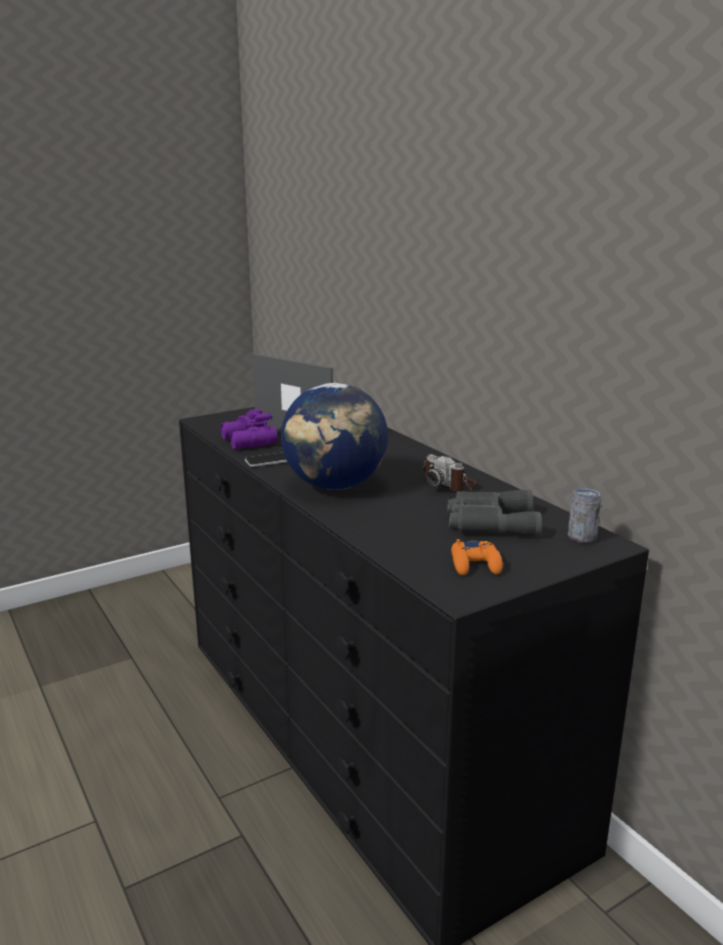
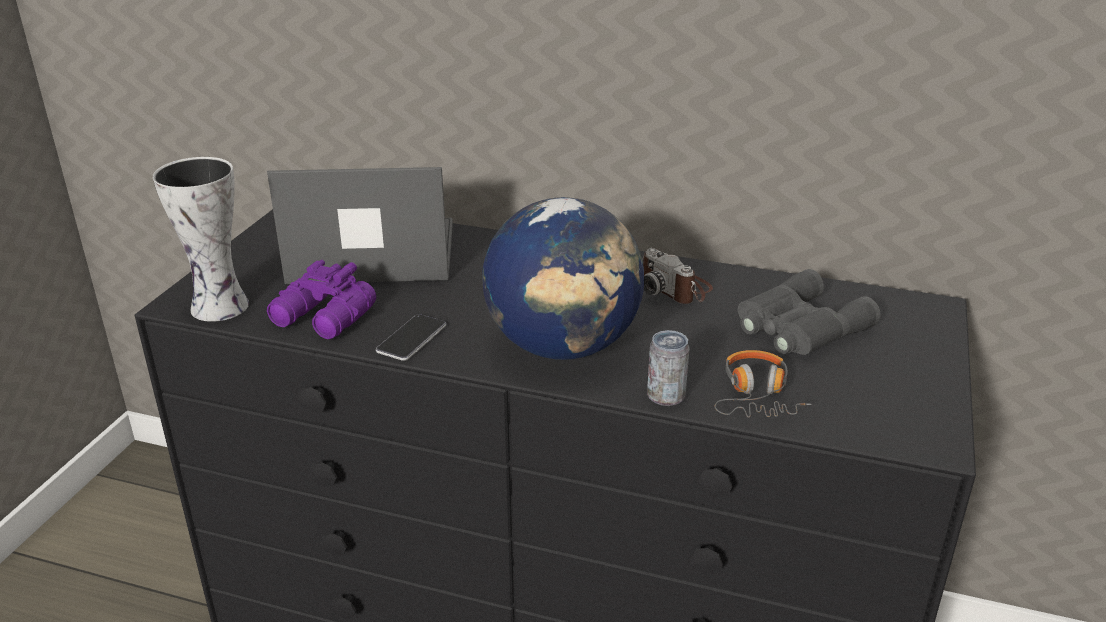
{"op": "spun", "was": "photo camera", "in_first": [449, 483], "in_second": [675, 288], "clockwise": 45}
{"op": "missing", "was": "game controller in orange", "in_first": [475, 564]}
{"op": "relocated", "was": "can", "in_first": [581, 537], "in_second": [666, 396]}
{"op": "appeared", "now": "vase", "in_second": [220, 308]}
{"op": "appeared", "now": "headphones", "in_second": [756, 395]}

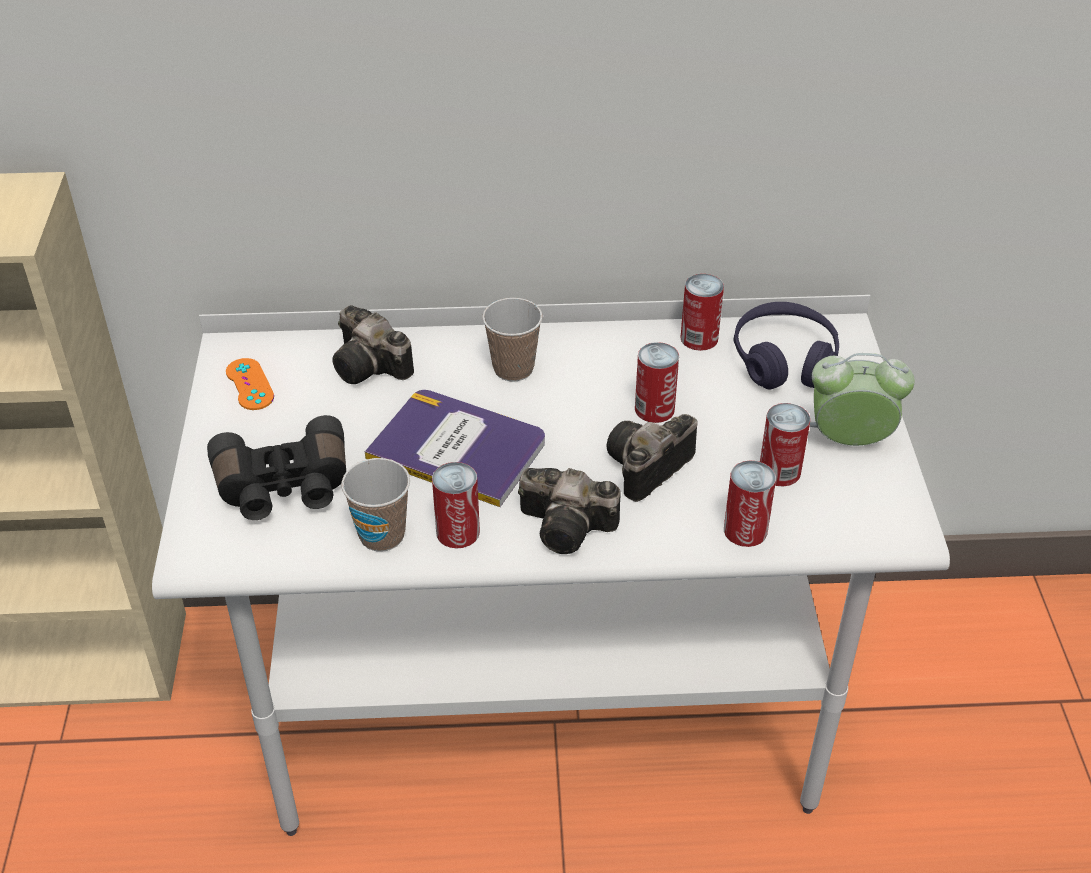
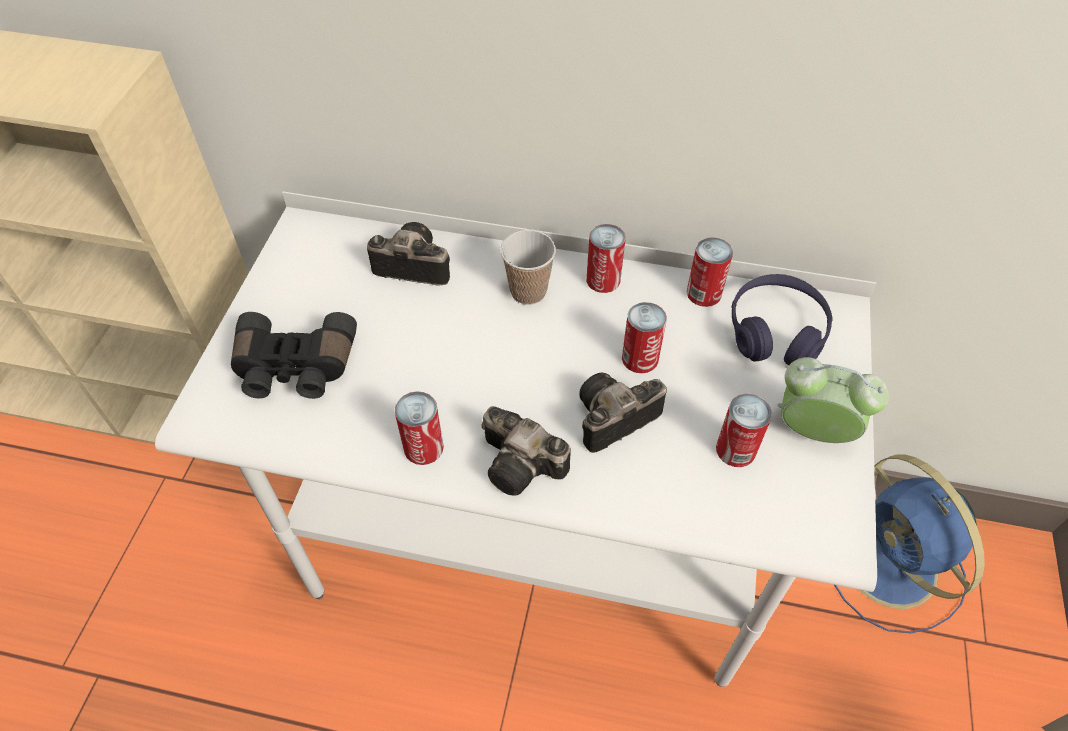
{"op": "missing", "was": "game controller in orange", "in_first": [249, 384]}
{"op": "spun", "was": "photo camera", "in_first": [372, 367], "in_second": [410, 266], "clockwise": 135}
{"op": "missing", "was": "cup", "in_first": [382, 535]}
{"op": "missing", "was": "book", "in_first": [458, 448]}
{"op": "relocated", "was": "can", "in_first": [745, 530], "in_second": [603, 280]}
{"op": "appeared", "now": "fan in blue", "in_second": [892, 568]}

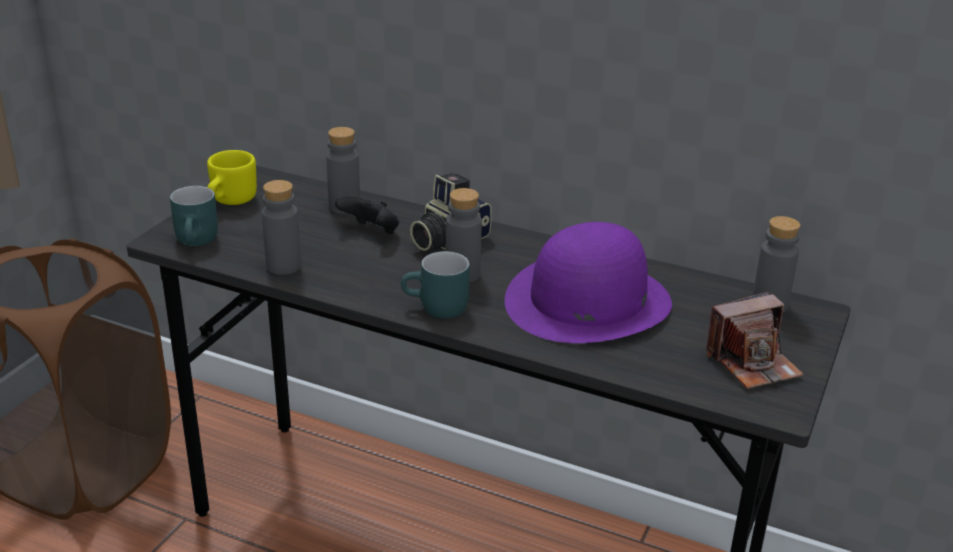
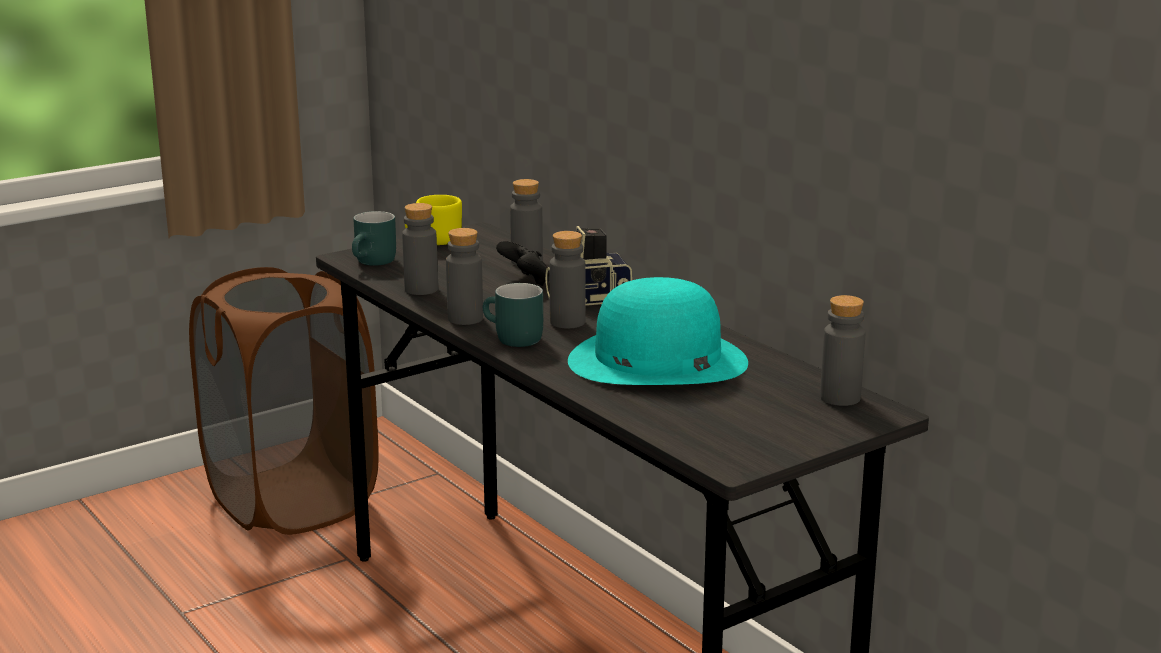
{"op": "colour", "was": "hat in purple", "now": "hat in turquoise", "in_first": [587, 301], "in_second": [657, 361]}
{"op": "missing", "was": "photo camera", "in_first": [753, 363]}
{"op": "appeared", "now": "bottle in grey", "in_second": [465, 319]}

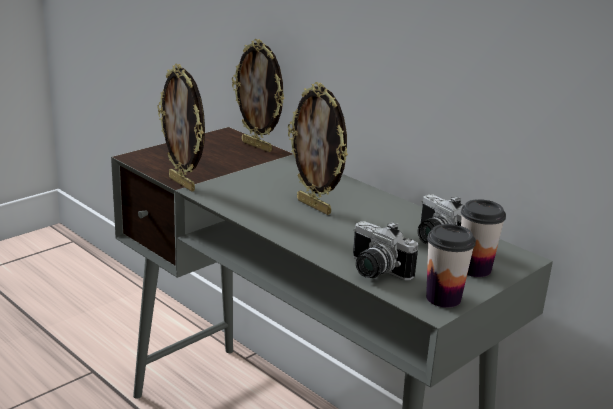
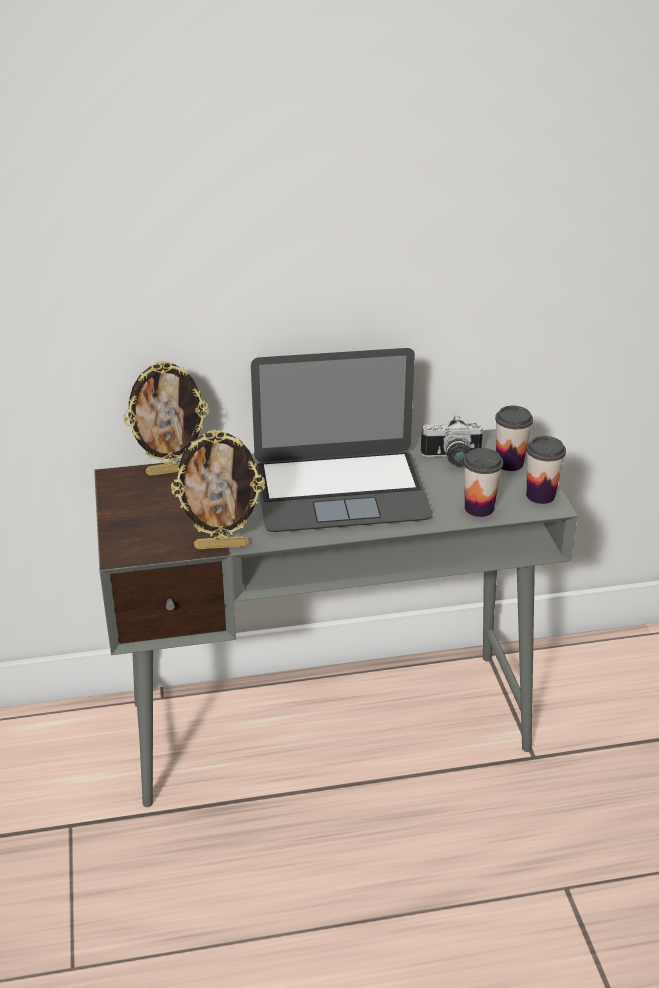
{"op": "exchanged", "was": "picture frame", "now": "laptop", "in_first": [315, 206], "in_second": [341, 490]}
{"op": "exchanged", "was": "photo camera", "now": "cup", "in_first": [374, 271], "in_second": [479, 508]}

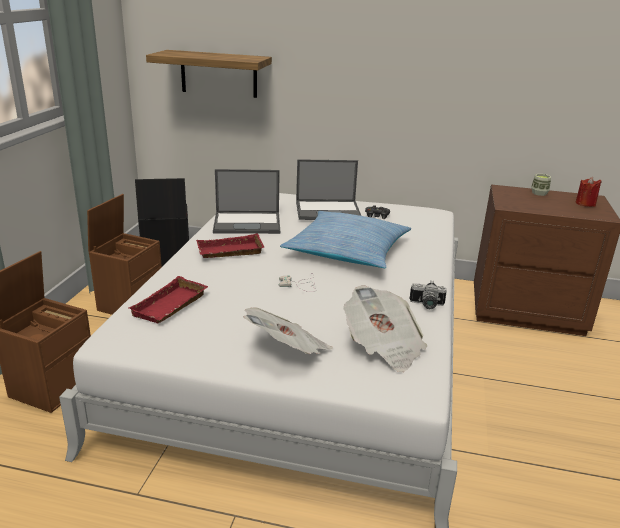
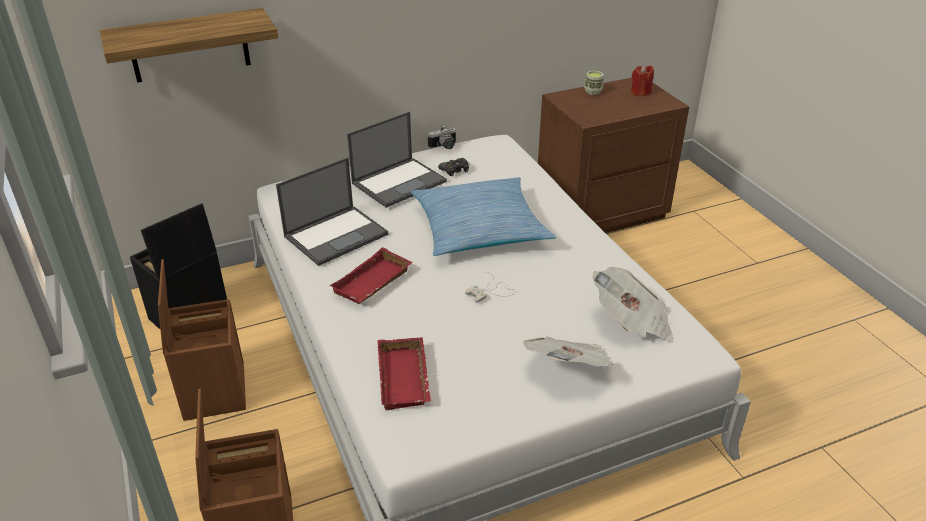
{"op": "relocated", "was": "photo camera", "in_first": [426, 305], "in_second": [444, 147]}

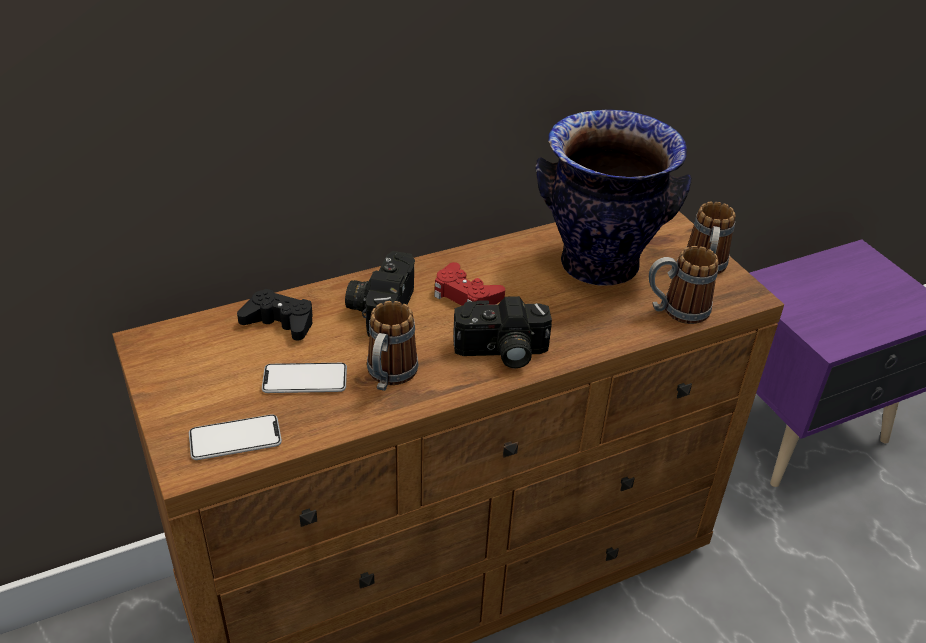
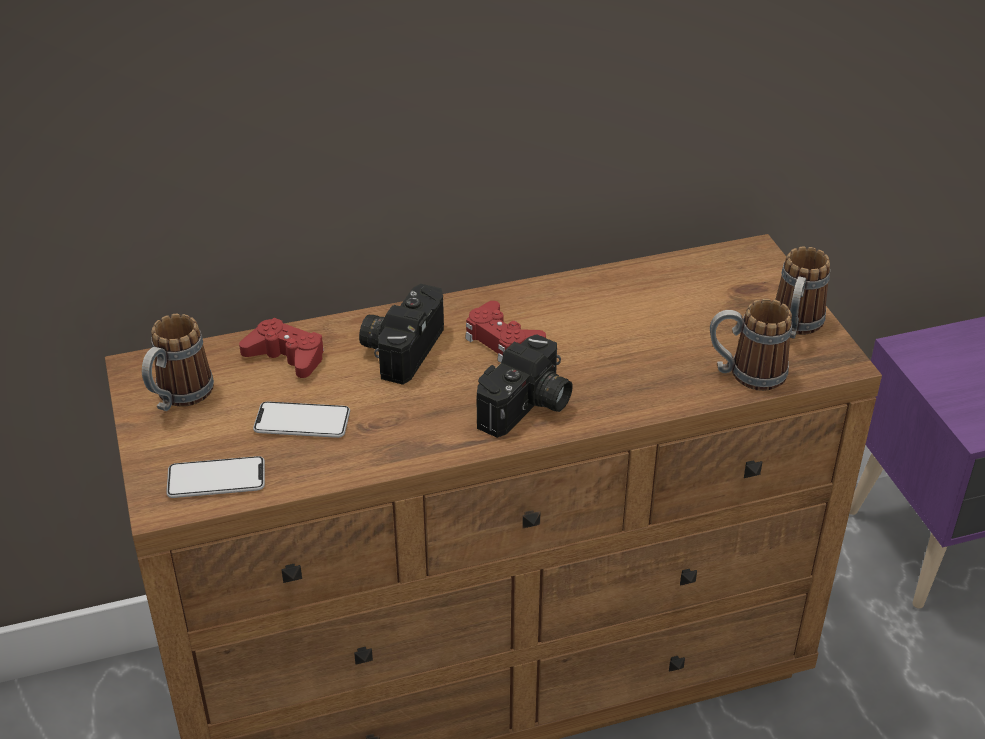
{"op": "colour", "was": "game controller in black", "now": "game controller in red", "in_first": [279, 322], "in_second": [286, 356]}
{"op": "relocated", "was": "mug", "in_first": [388, 377], "in_second": [178, 398]}
{"op": "spun", "was": "photo camera", "in_first": [501, 352], "in_second": [527, 408], "clockwise": -60}
{"op": "missing", "was": "vase", "in_first": [599, 265]}

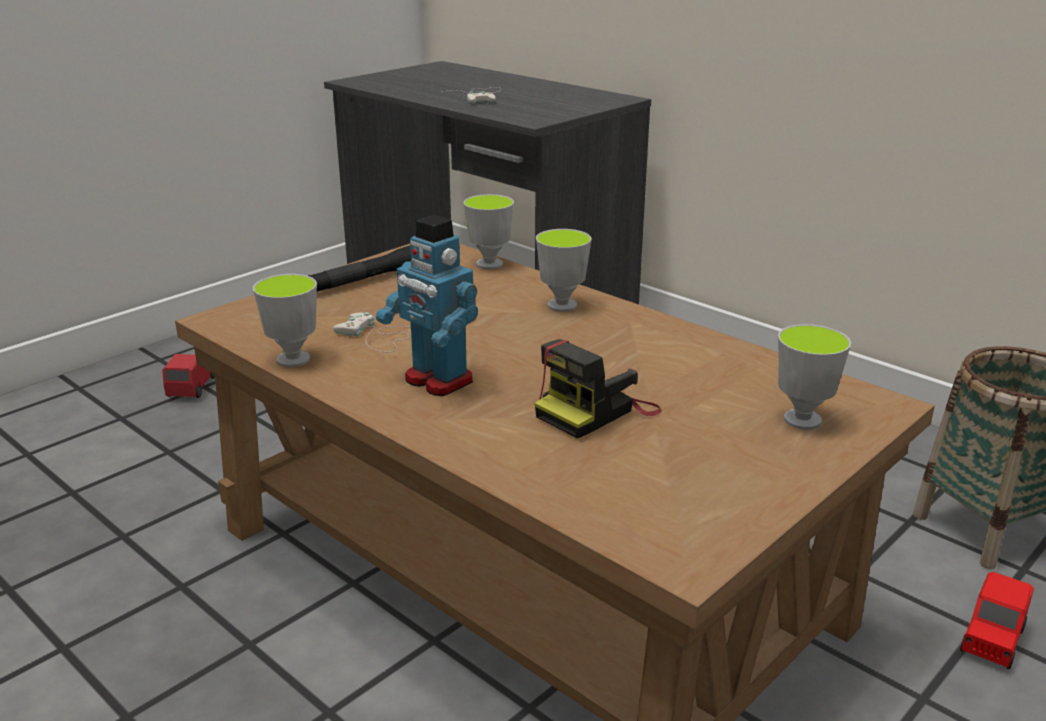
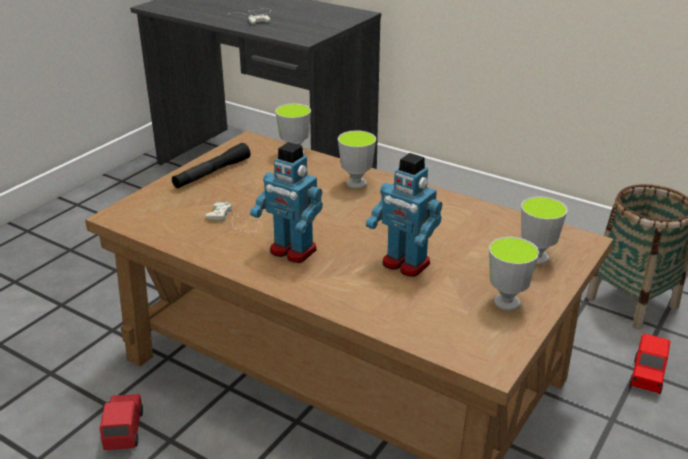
{"op": "relocated", "was": "toy car in red", "in_first": [192, 387], "in_second": [124, 430]}
{"op": "relocated", "was": "cup", "in_first": [293, 359], "in_second": [506, 302]}
{"op": "exchanged", "was": "photo camera", "now": "toy robot", "in_first": [596, 411], "in_second": [405, 264]}

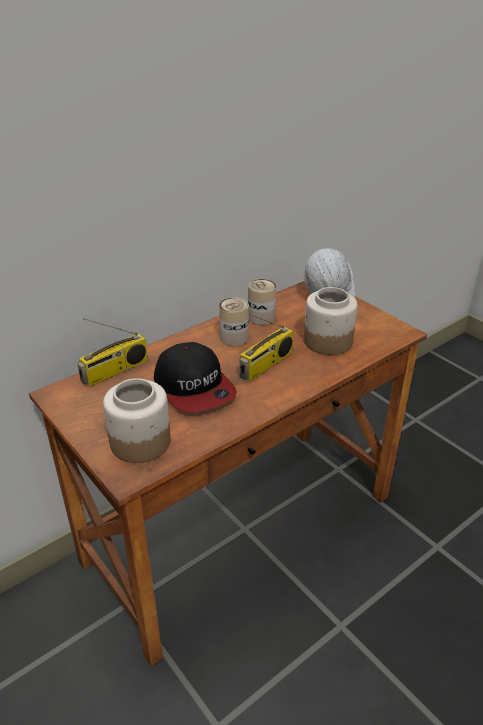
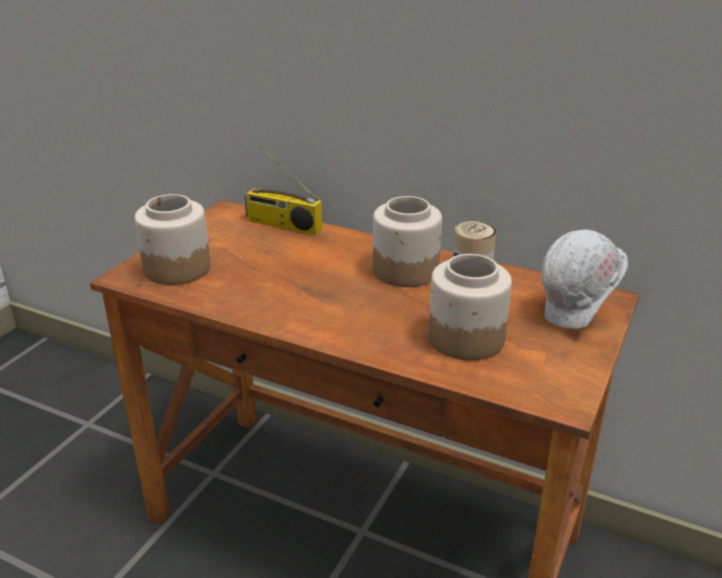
{"op": "missing", "was": "cap", "in_first": [194, 387]}
{"op": "exchanged", "was": "can", "now": "jar", "in_first": [234, 337], "in_second": [406, 271]}
{"op": "missing", "was": "radio", "in_first": [266, 365]}

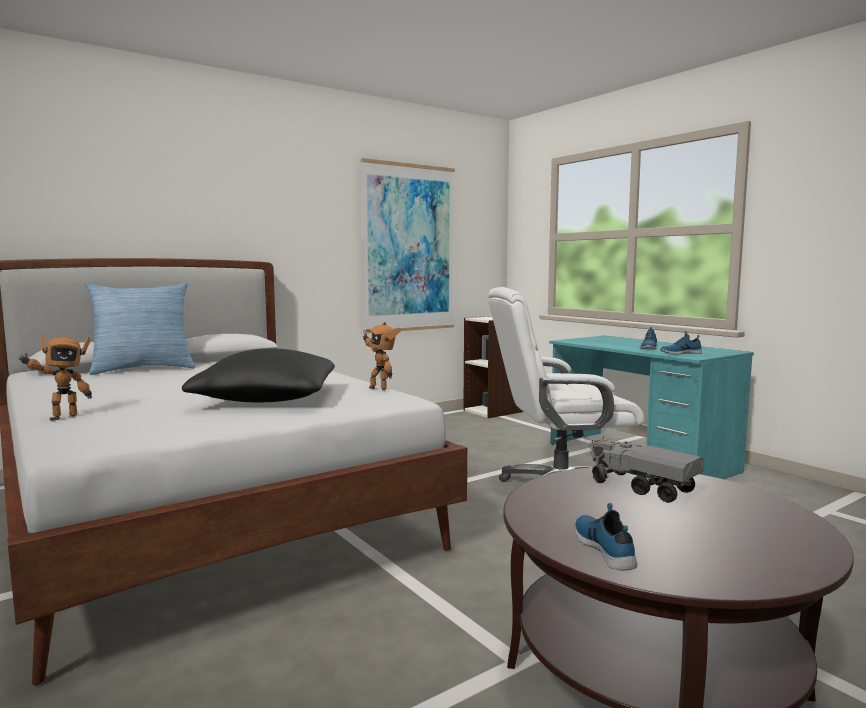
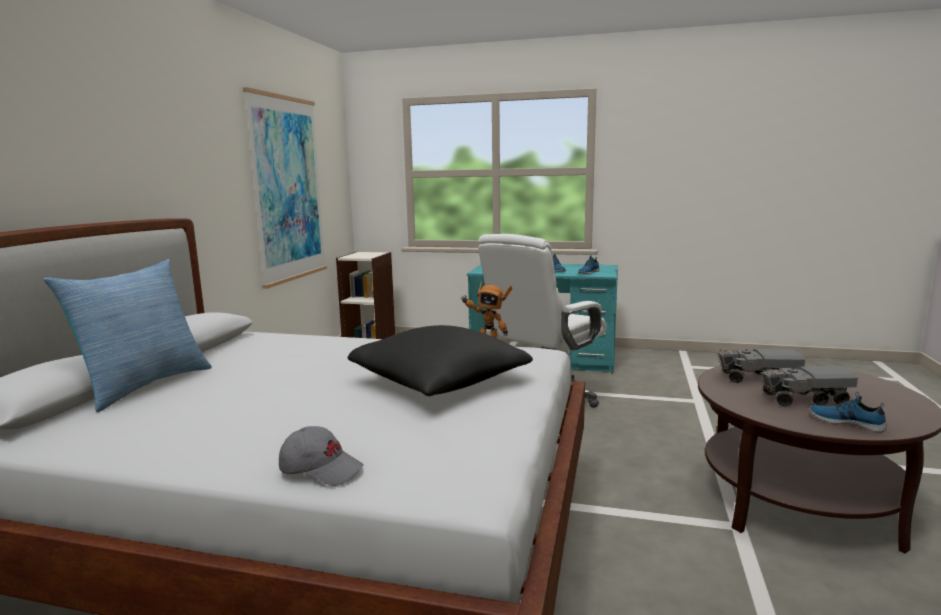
{"op": "exchanged", "was": "toy robot", "now": "cap in grey", "in_first": [61, 417], "in_second": [321, 469]}
{"op": "appeared", "now": "toy truck", "in_second": [804, 399]}

